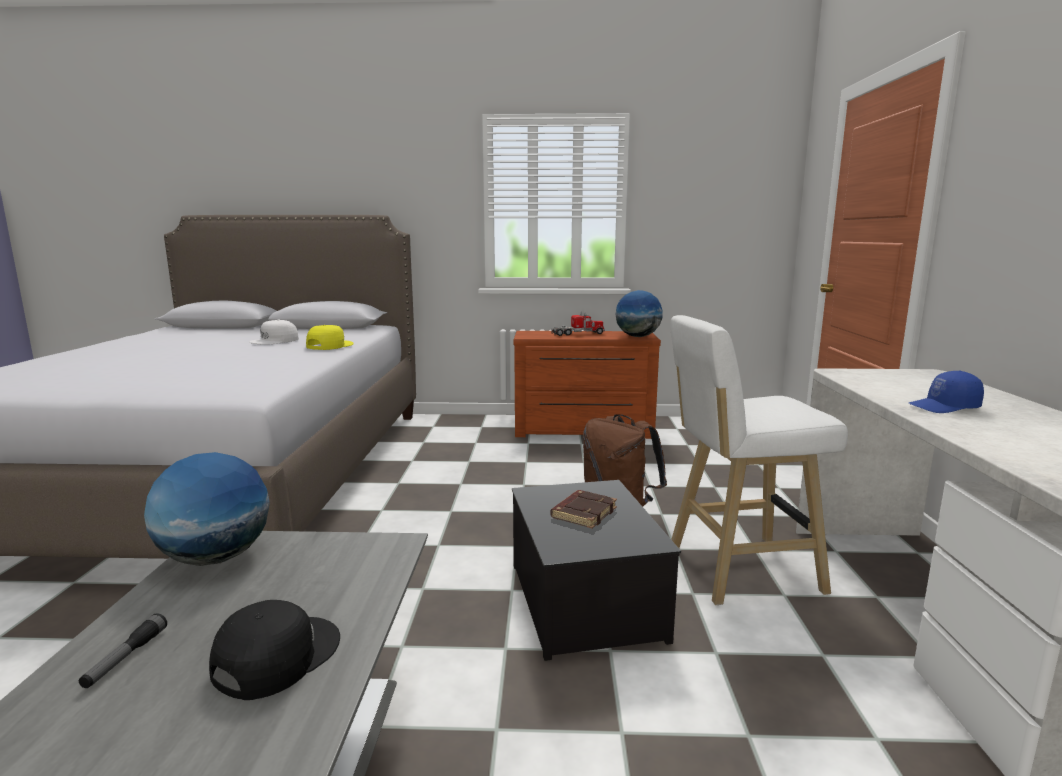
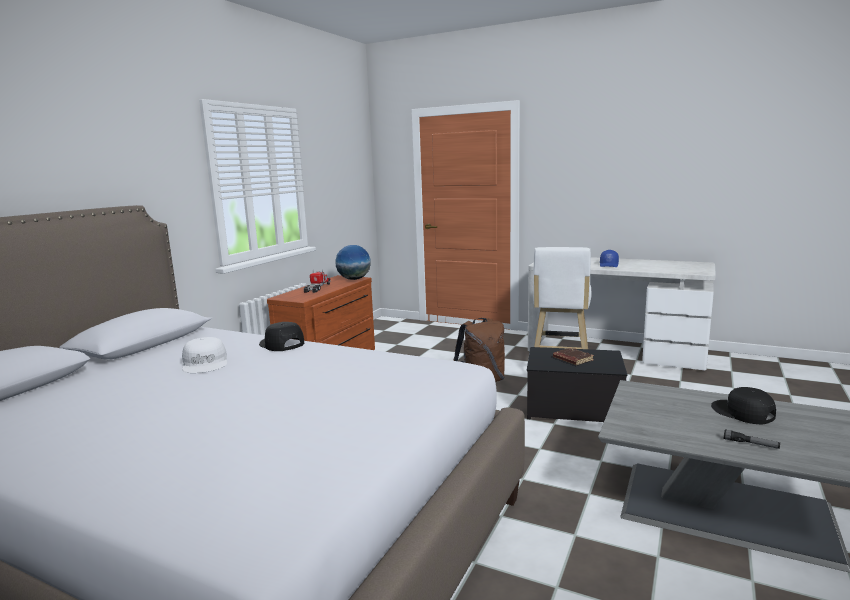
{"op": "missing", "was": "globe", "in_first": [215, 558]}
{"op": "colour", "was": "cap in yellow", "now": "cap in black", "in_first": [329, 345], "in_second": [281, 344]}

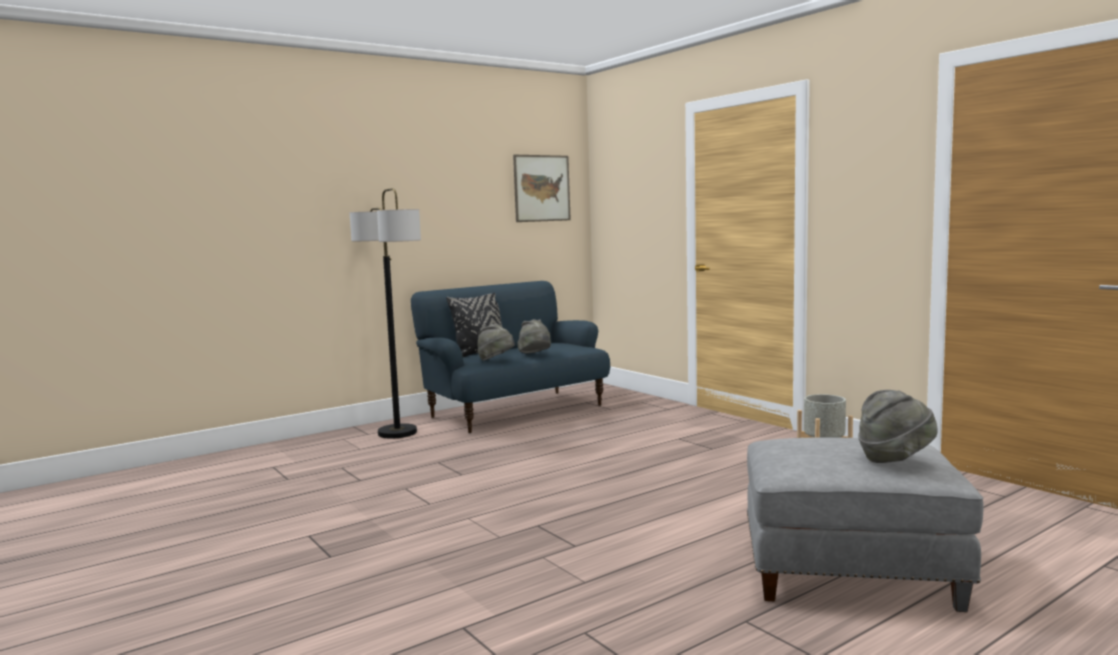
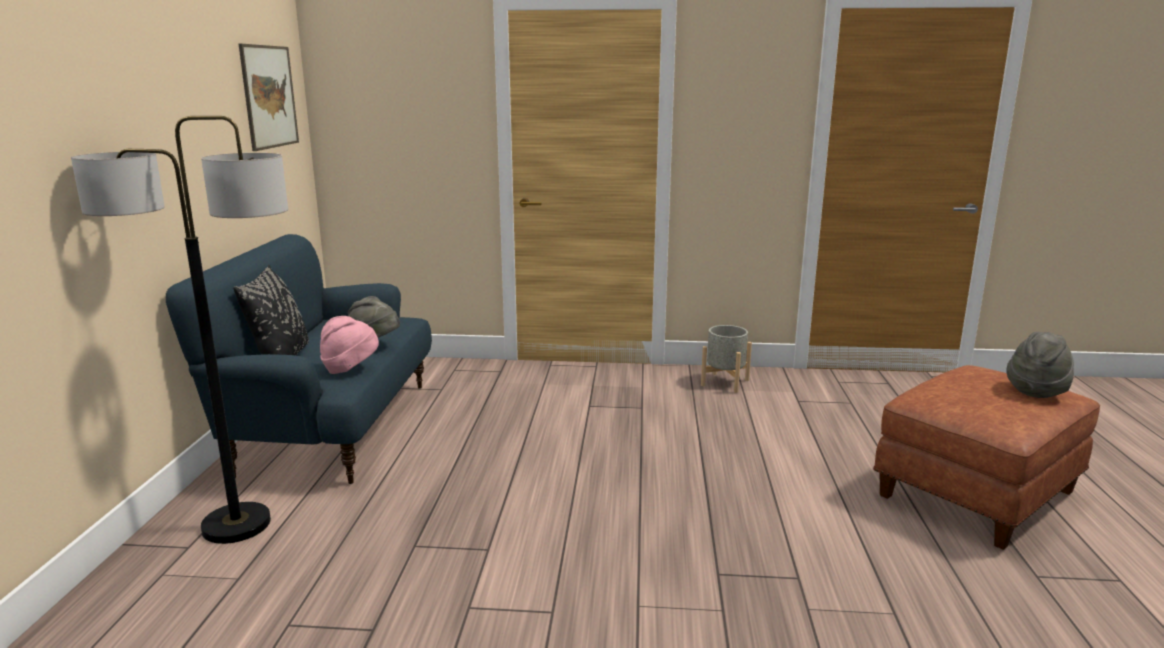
{"op": "colour", "was": "hat in grey", "now": "hat in pink", "in_first": [496, 360], "in_second": [350, 369]}
{"op": "colour", "was": "ottoman in grey", "now": "ottoman in brown", "in_first": [851, 572], "in_second": [975, 492]}

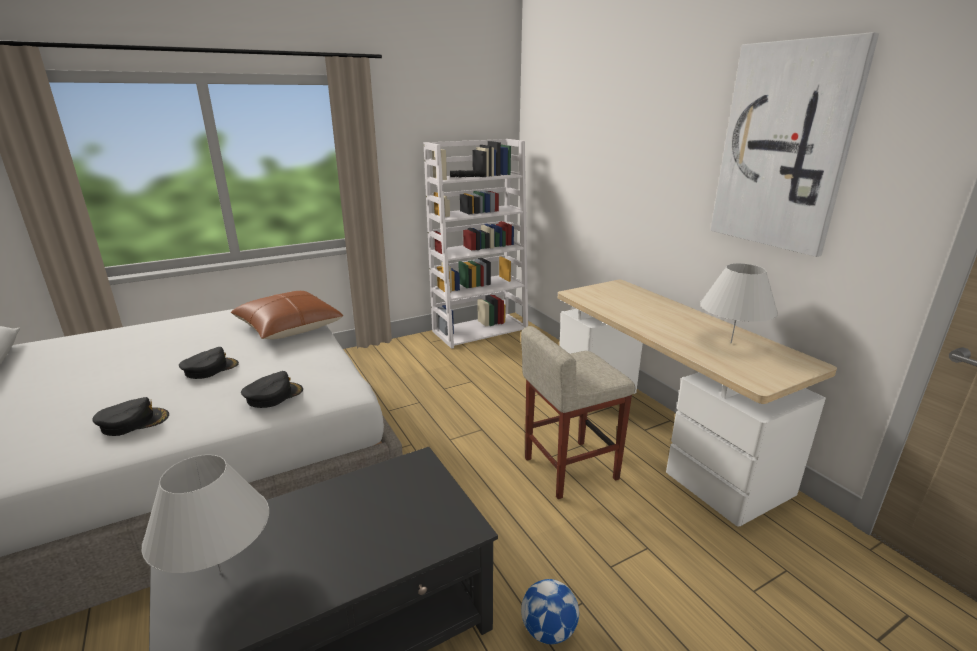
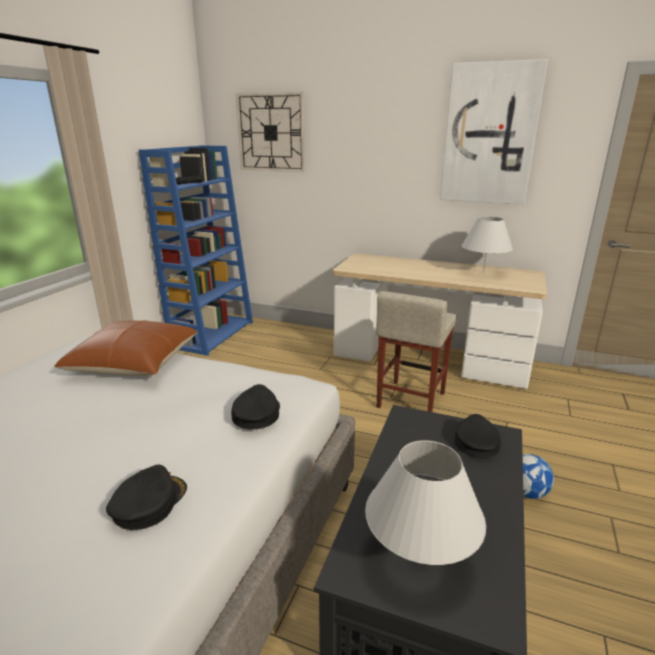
{"op": "relocated", "was": "cap in black", "in_first": [210, 369], "in_second": [475, 441]}
{"op": "colour", "was": "bookcase in white", "now": "bookcase in blue", "in_first": [480, 330], "in_second": [212, 334]}
{"op": "appeared", "now": "wall clock", "in_second": [271, 132]}

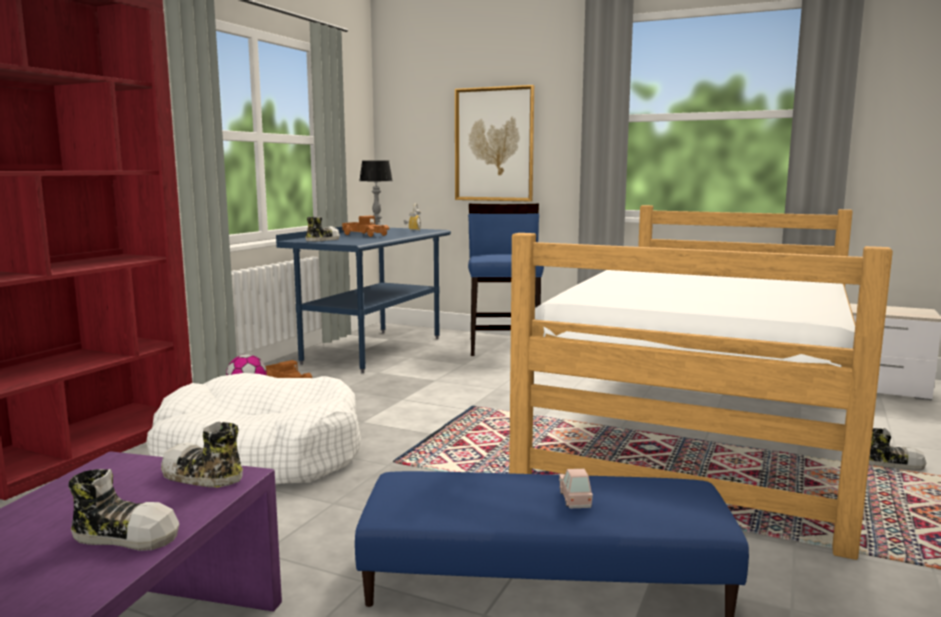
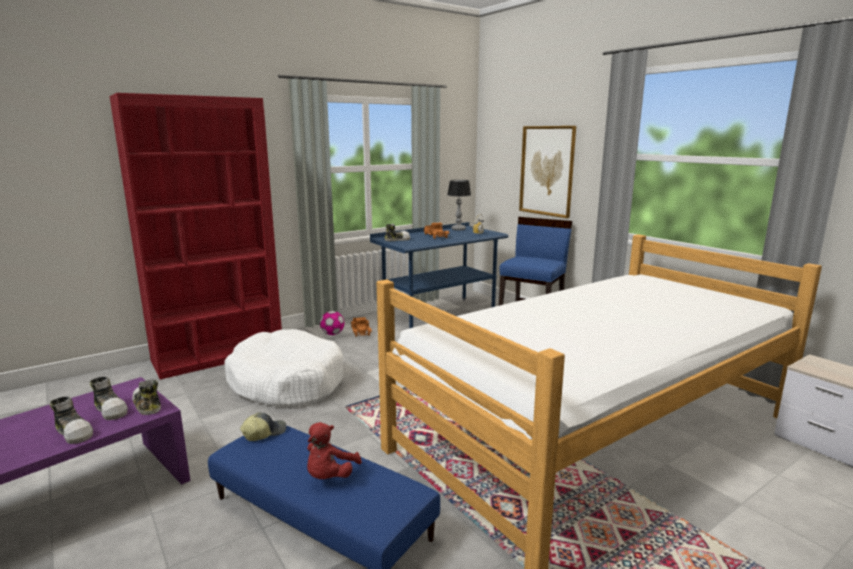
{"op": "exchanged", "was": "toy car in pink", "now": "plush toy in red", "in_first": [575, 499], "in_second": [330, 476]}
{"op": "relocated", "was": "shoe", "in_first": [892, 464], "in_second": [111, 410]}
{"op": "appeared", "now": "cap", "in_second": [264, 433]}

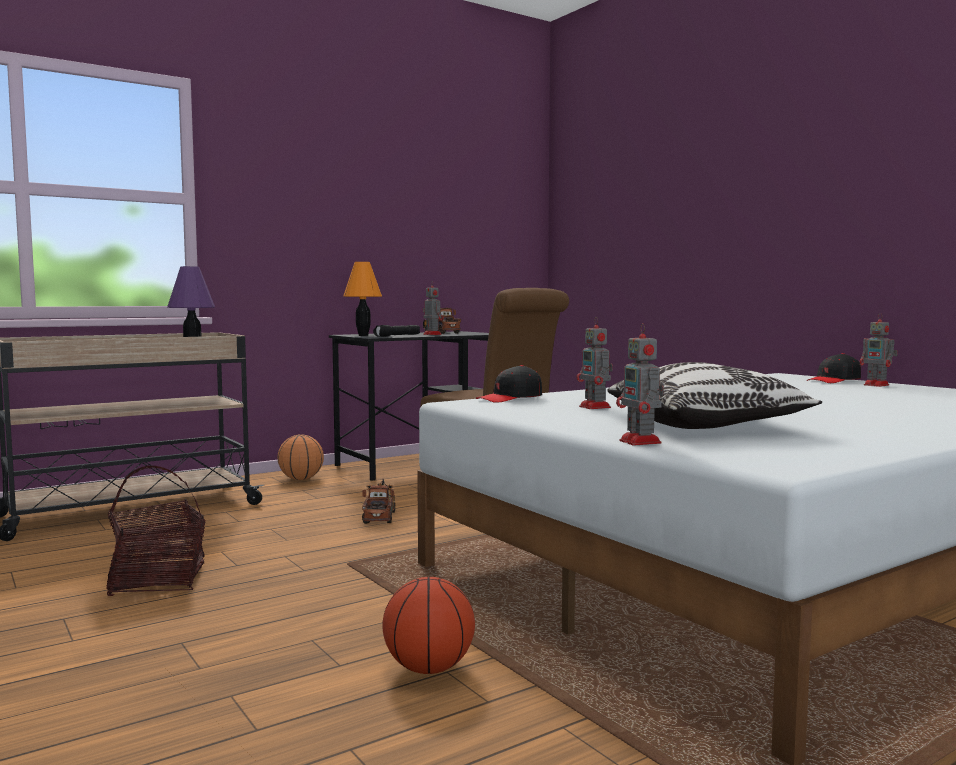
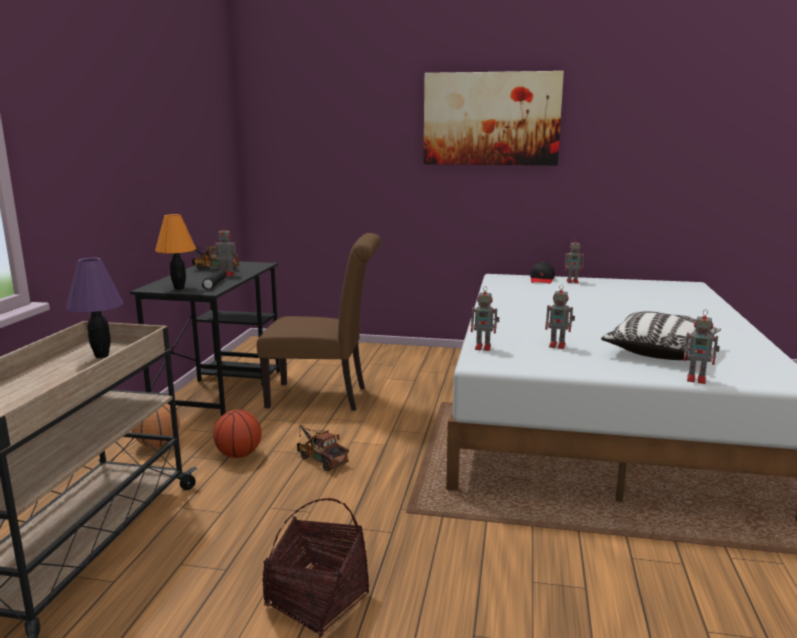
{"op": "relocated", "was": "basketball", "in_first": [428, 669], "in_second": [238, 455]}
{"op": "exchanged", "was": "cap in black", "now": "toy robot", "in_first": [510, 398], "in_second": [484, 347]}
{"op": "appeared", "now": "picture", "in_second": [491, 119]}

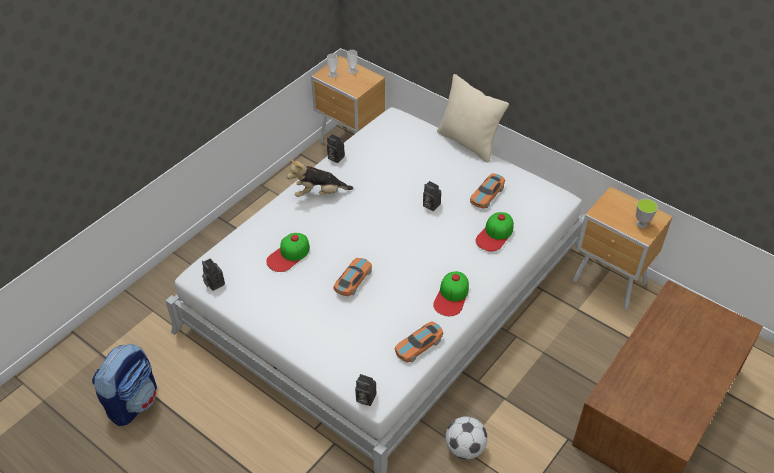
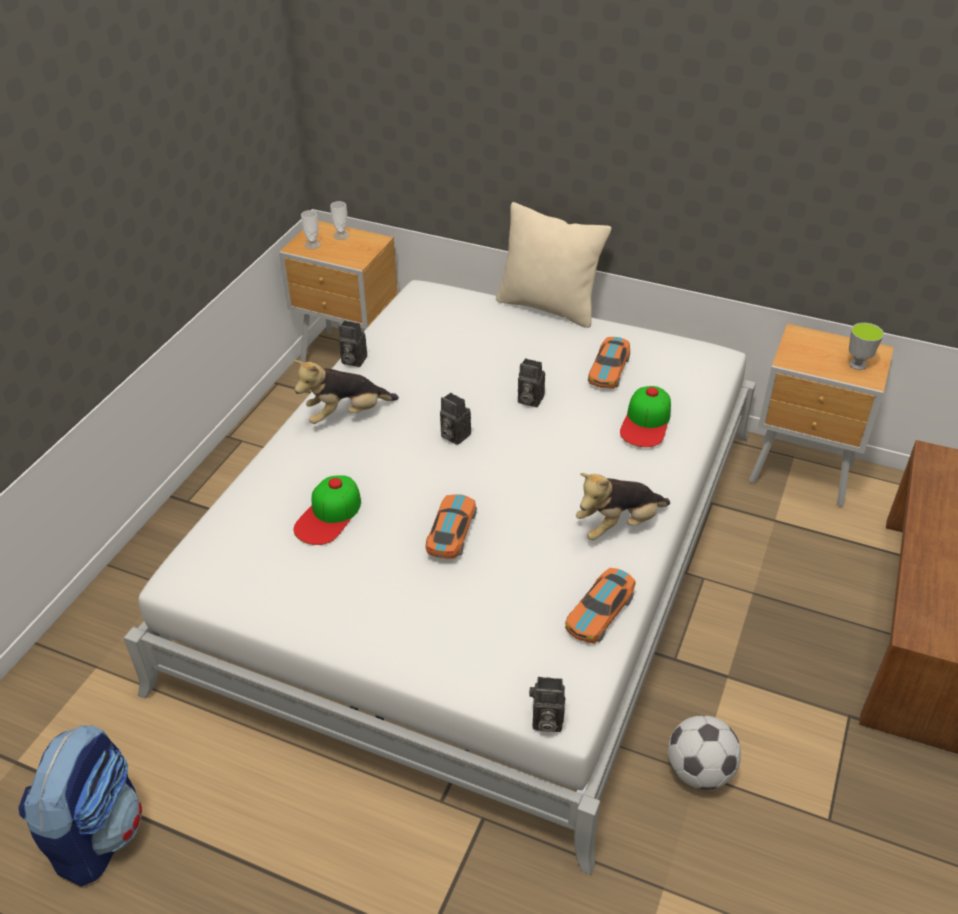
{"op": "relocated", "was": "photo camera", "in_first": [213, 283], "in_second": [453, 435]}
{"op": "exchanged", "was": "cap", "now": "plush toy", "in_first": [451, 296], "in_second": [619, 525]}

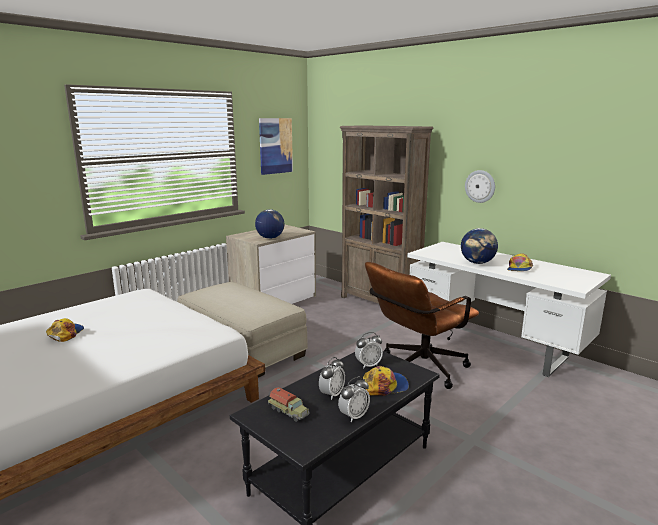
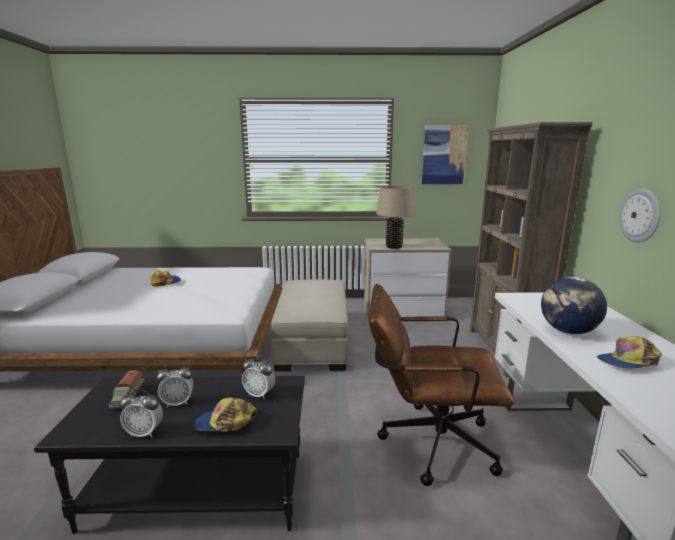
{"op": "exchanged", "was": "globe", "now": "table lamp in beige", "in_first": [270, 238], "in_second": [394, 247]}
{"op": "spun", "was": "cap", "in_first": [385, 386], "in_second": [225, 423], "clockwise": 150}

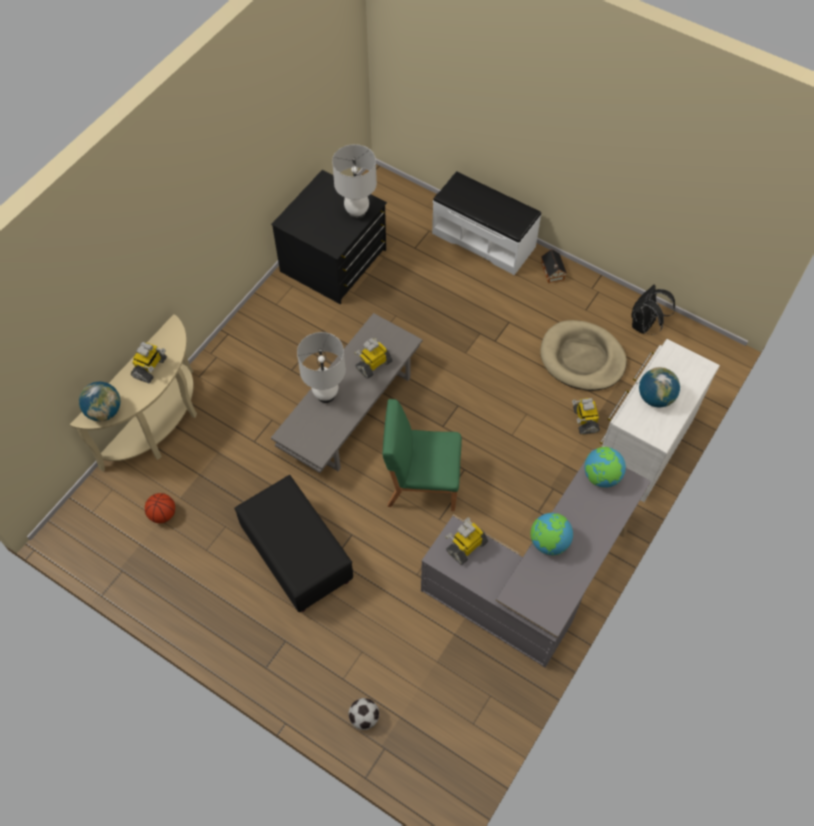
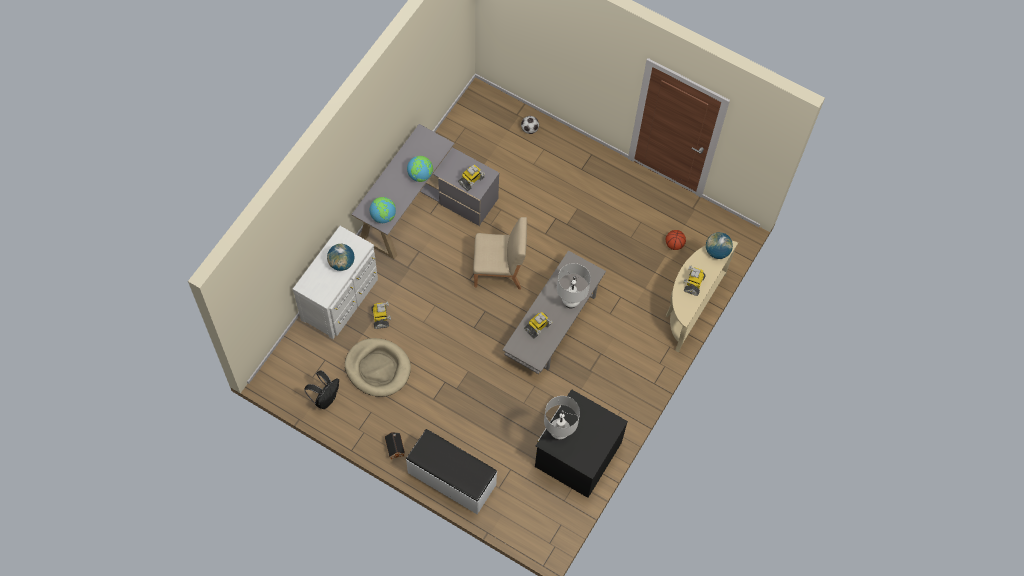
{"op": "missing", "was": "ottoman in black", "in_first": [297, 555]}
{"op": "colour", "was": "chair in green", "now": "chair in beige", "in_first": [421, 481], "in_second": [499, 270]}

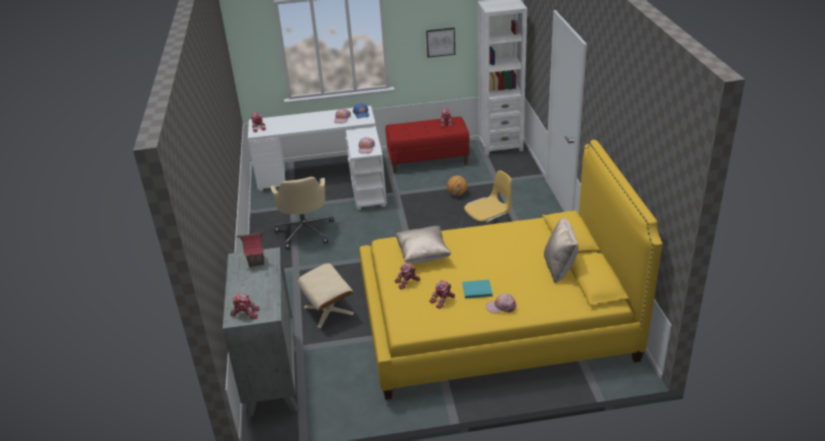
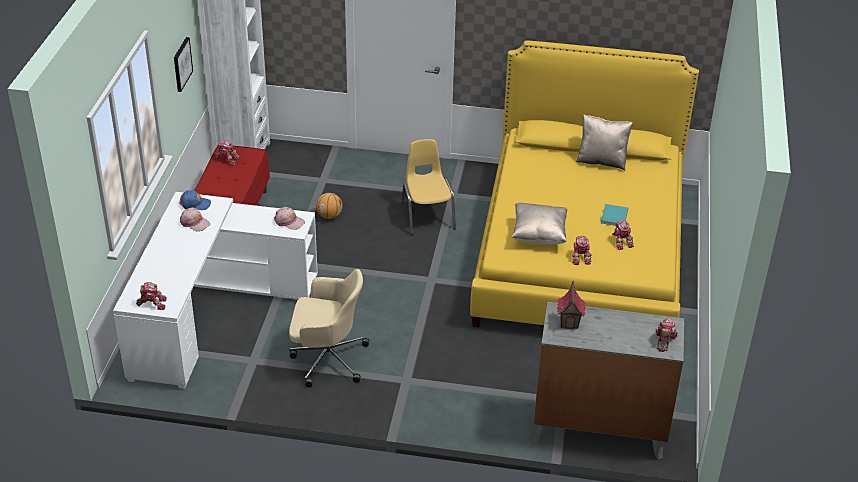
{"op": "missing", "was": "ottoman in beige", "in_first": [329, 310]}
{"op": "missing", "was": "cap in pink", "in_first": [501, 307]}

